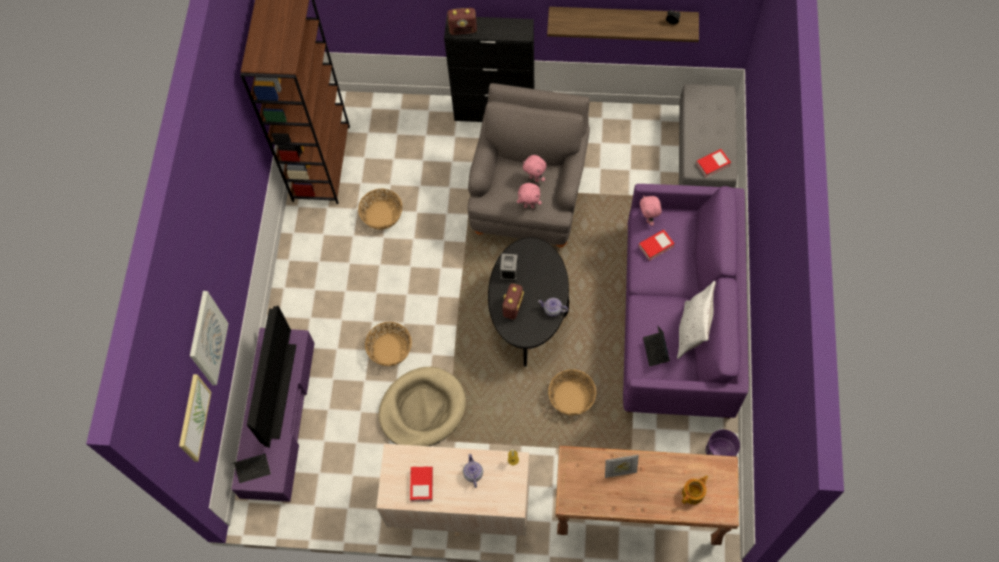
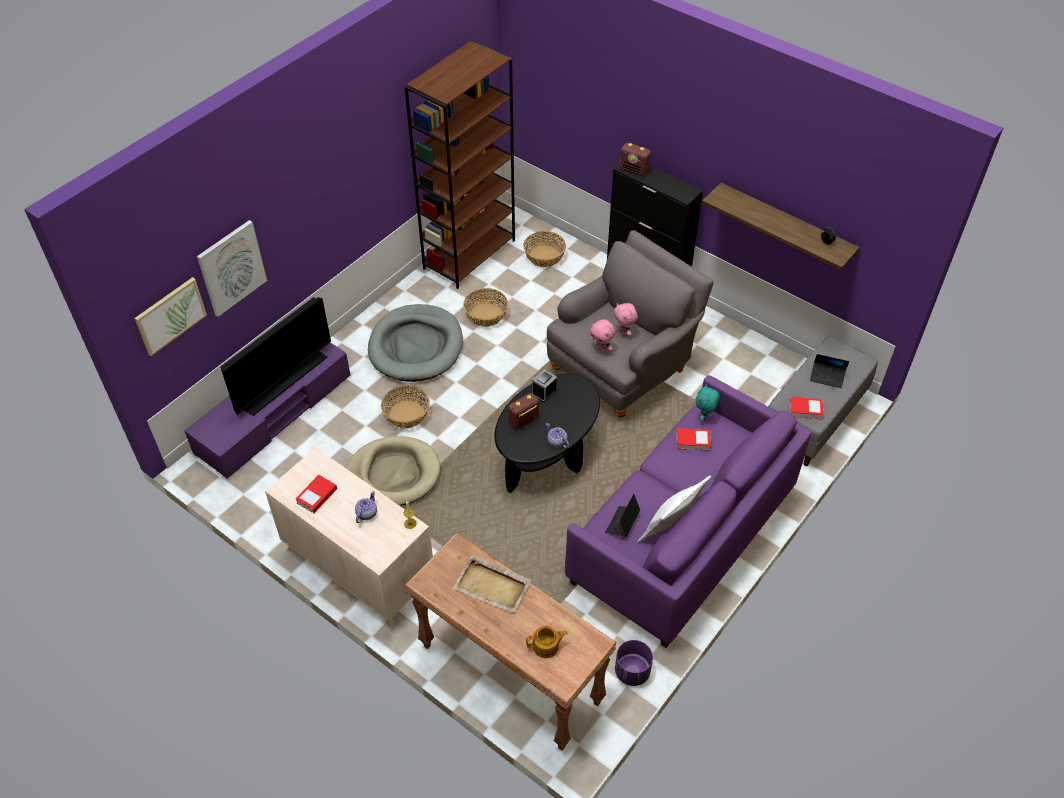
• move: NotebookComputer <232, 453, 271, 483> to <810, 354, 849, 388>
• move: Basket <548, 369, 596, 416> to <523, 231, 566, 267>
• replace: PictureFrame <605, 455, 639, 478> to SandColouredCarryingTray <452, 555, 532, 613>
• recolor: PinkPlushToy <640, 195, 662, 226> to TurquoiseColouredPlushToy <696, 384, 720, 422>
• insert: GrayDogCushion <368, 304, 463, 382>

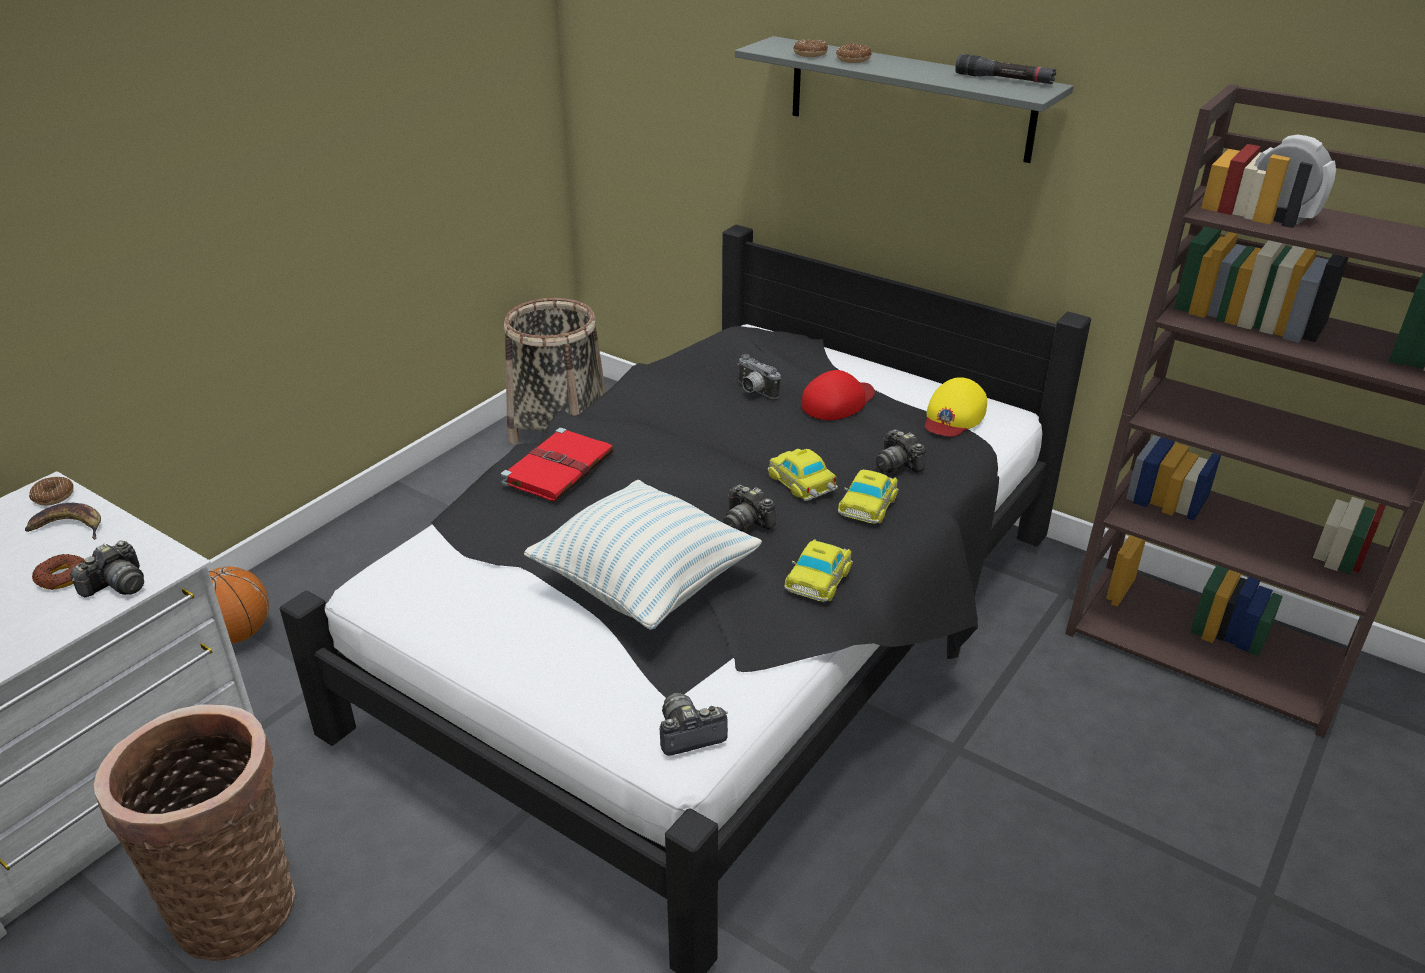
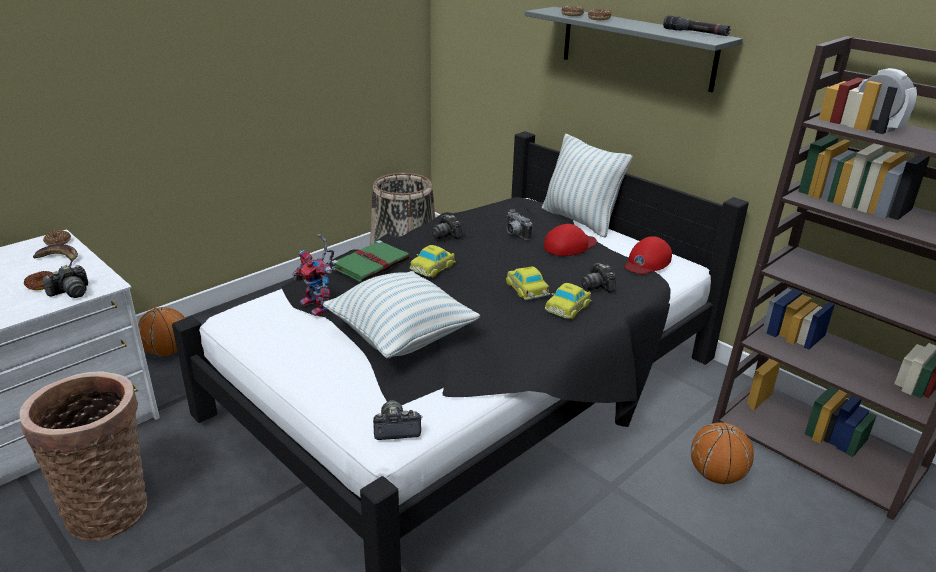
• recolor: ReddishBoundBook <501, 428, 614, 501> to GreenishBoundBook <332, 240, 410, 282>
• move: StillCamera <723, 484, 776, 532> to <432, 215, 462, 239>
• move: MiniatureCar <784, 539, 853, 602> to <410, 245, 456, 277>
• recolor: YellowColouredPeakedCap <925, 377, 987, 437> to ReddishPeakedCap <624, 236, 672, 274>
• insert: ToyRobot <292, 234, 334, 316>
• insert: Cushion <541, 134, 633, 238>
• insert: BasketballBall <691, 422, 754, 484>

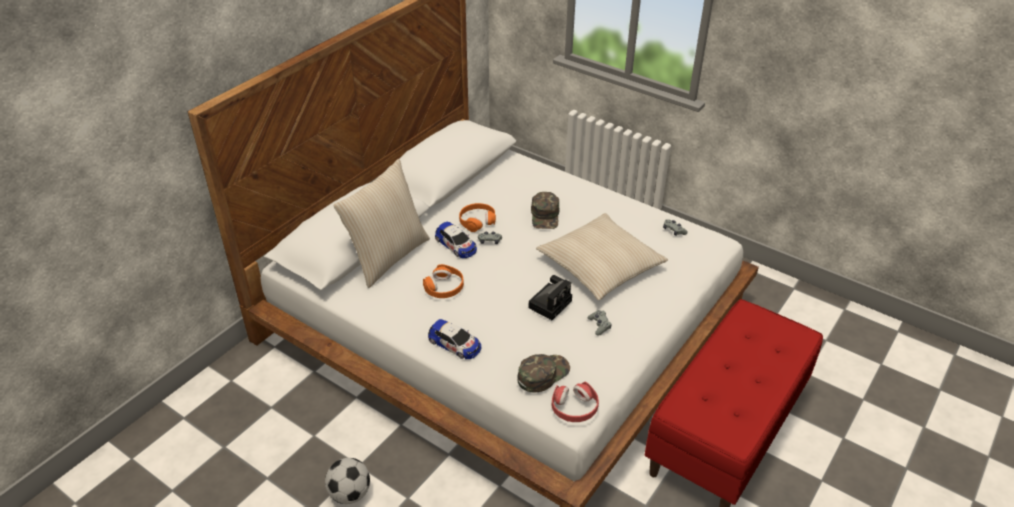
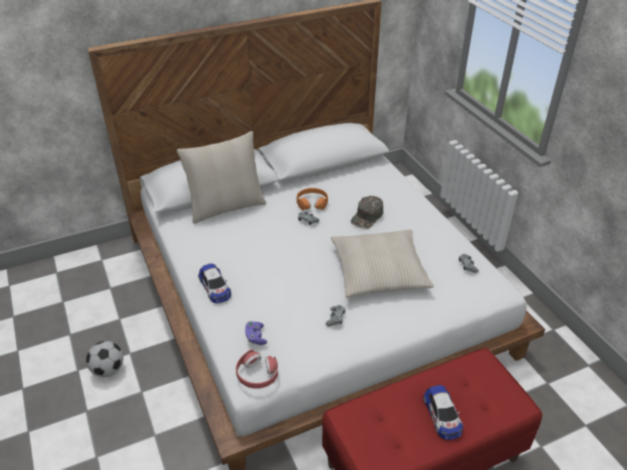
• delete: OrangeColouredPairOfHeadphones <423, 264, 464, 298>
• move: MiniatureCar <435, 222, 477, 258> to <423, 385, 463, 440>
• replace: GreenishPeakedCap <517, 354, 570, 392> to PurpleColouredGamepad <245, 321, 267, 345>
• delete: StillCamera <529, 275, 572, 320>

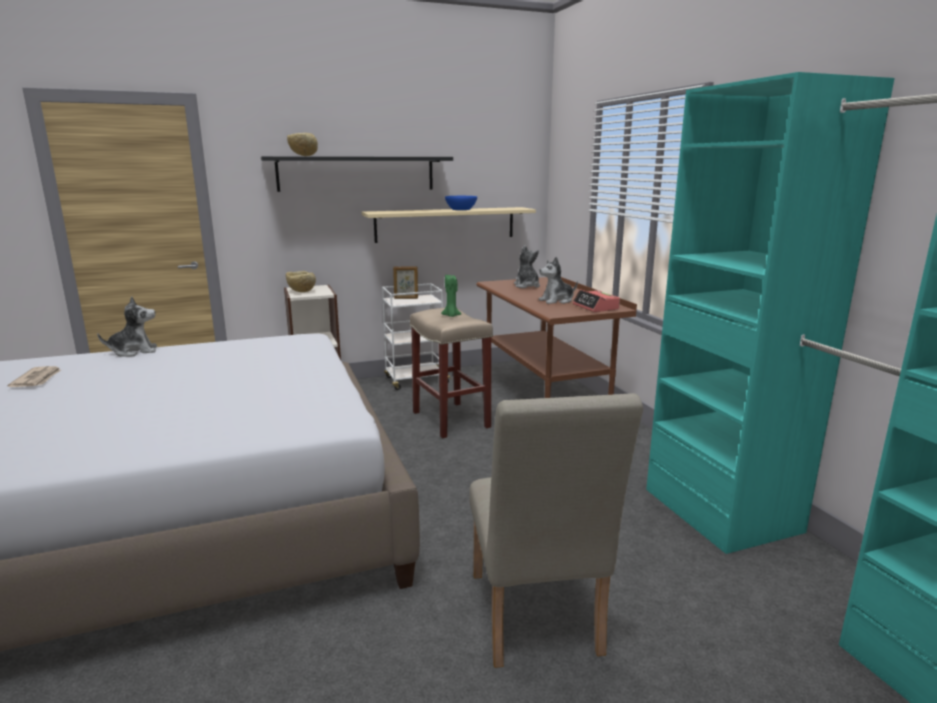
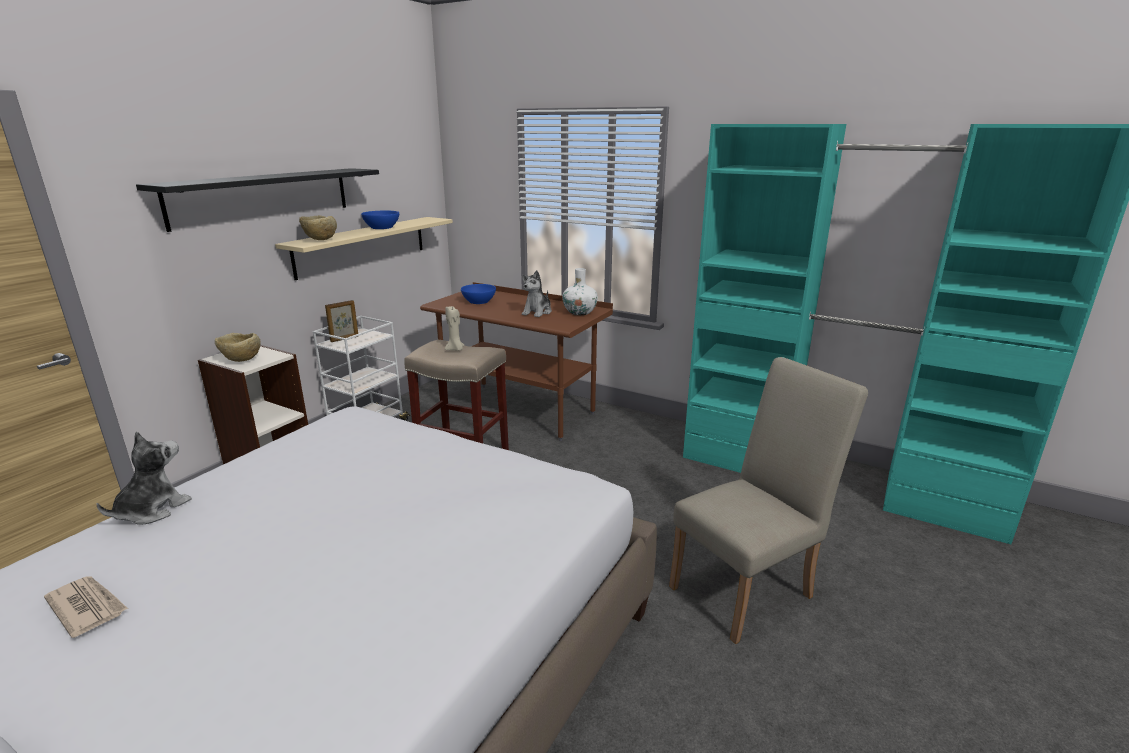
• move: SandColouredDeepDish <287, 133, 318, 156> to <299, 215, 337, 240>
• recolor: GreenishCandle <441, 275, 462, 317> to SandColouredCandle <445, 306, 464, 351>
• rotate: SandColouredPlainChair <469, 393, 643, 668> = <669, 357, 868, 644> 75 degrees counterclockwise
• replace: PlushToy <514, 245, 540, 288> to BlueDeepDish <461, 284, 496, 304>
• replace: BedsideClock <572, 289, 620, 312> to WhitishVase <562, 268, 598, 315>

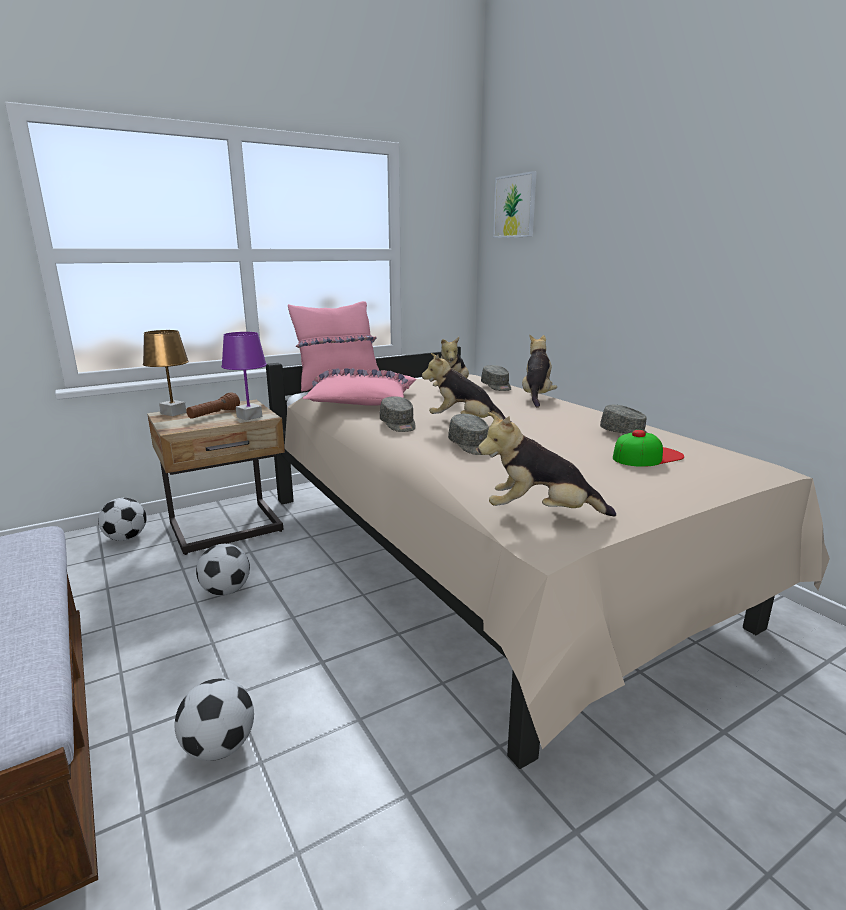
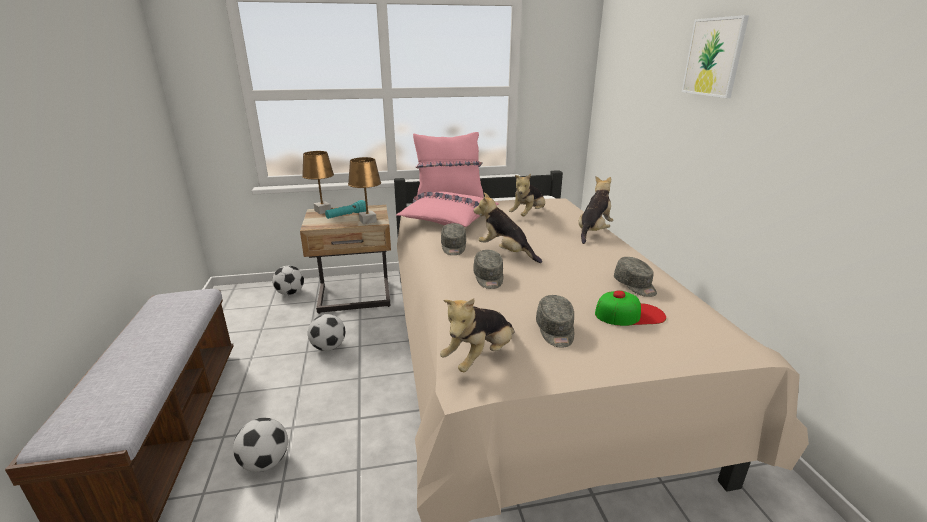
• recolor: BrownishTorch <186, 392, 240, 419> to TurquoiseColouredTorch <325, 200, 366, 219>
• recolor: PurpleColouredLampForATable <221, 332, 267, 421> to BrownishLampForATable <348, 157, 381, 224>
• rotate: PlushToy <478, 412, 616, 517> = <440, 298, 515, 372> 75 degrees counterclockwise
• move: GrayPeakedCap <481, 365, 511, 391> to <536, 295, 574, 347>
• move: Picture <493, 171, 537, 238> to <682, 15, 749, 98>

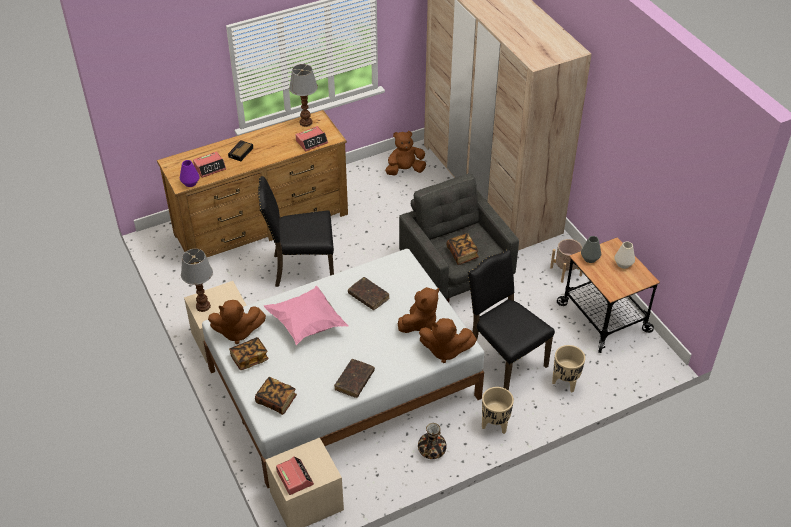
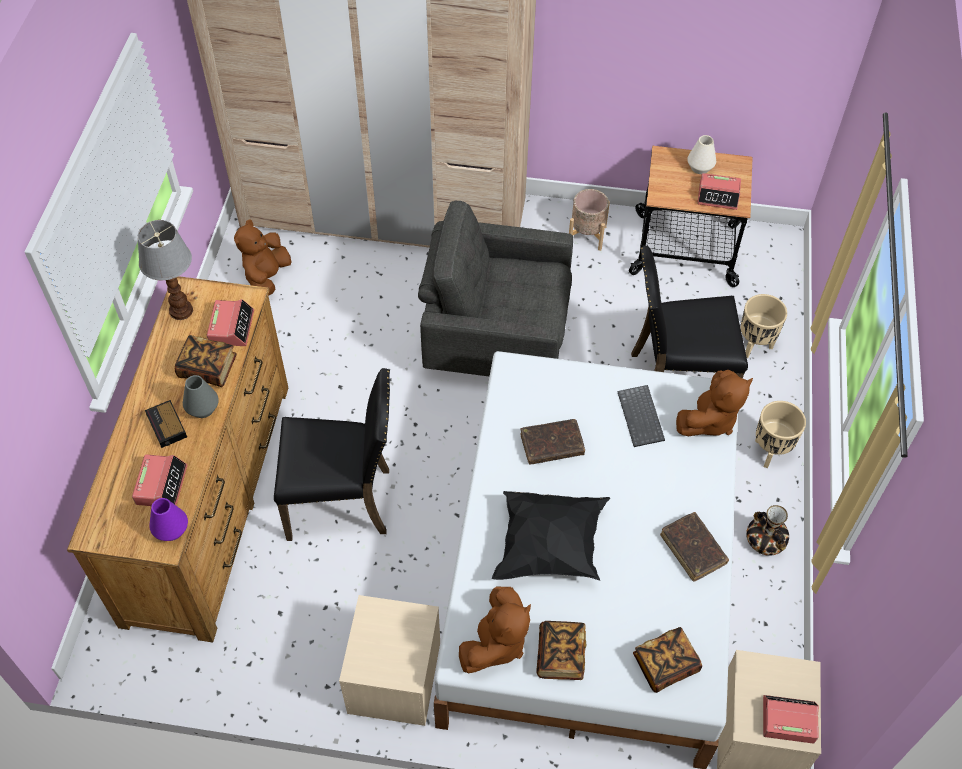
• delete: LampForATable <181, 249, 213, 312>
• rotate: BlackPlainChair <258, 176, 334, 287> = <274, 368, 390, 541> 120 degrees counterclockwise
• recolor: PinkCushion <264, 286, 349, 345> to BlackCushion <492, 491, 610, 581>
• replace: BrownishPlushToy <398, 287, 439, 333> to Keyboard <618, 385, 665, 447>
• move: BoundBook <447, 233, 479, 265> to <175, 335, 237, 387>
• move: GrayVase <581, 236, 601, 263> to <183, 375, 219, 418>
• insert: BedsideClock <697, 173, 741, 210>

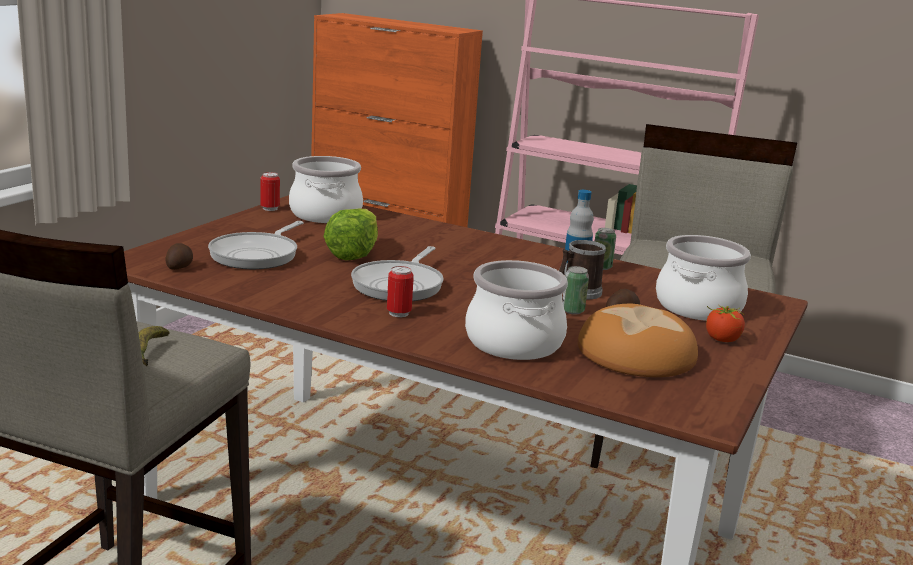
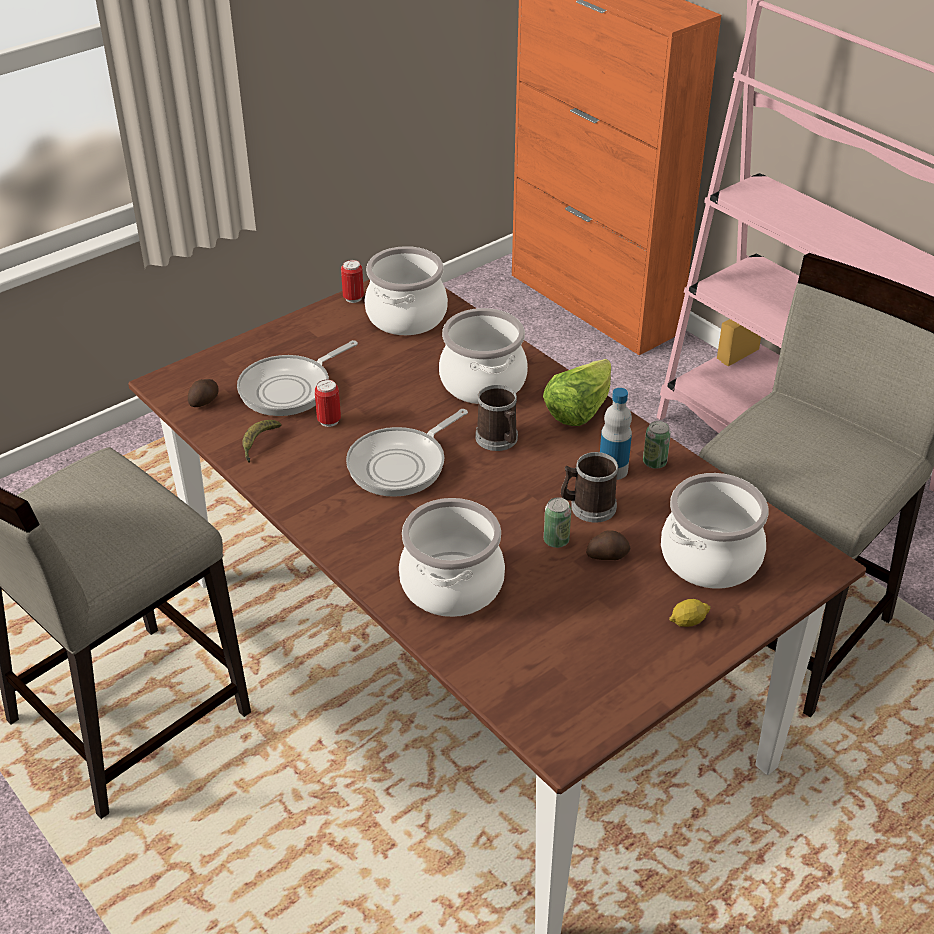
• move: WholeBanana <138, 326, 170, 366> to <242, 420, 281, 463>
• move: HeadOfLettuce <323, 208, 378, 260> to <543, 359, 611, 426>
• move: Can <387, 266, 414, 317> to <315, 380, 341, 427>
• delete: Bread <578, 304, 698, 377>
• replace: Tomato <706, 306, 745, 342> to WholeLemon <669, 599, 711, 627>
• insert: Saucepot <439, 308, 528, 404>
• insert: CoffeeMug <475, 385, 518, 451>

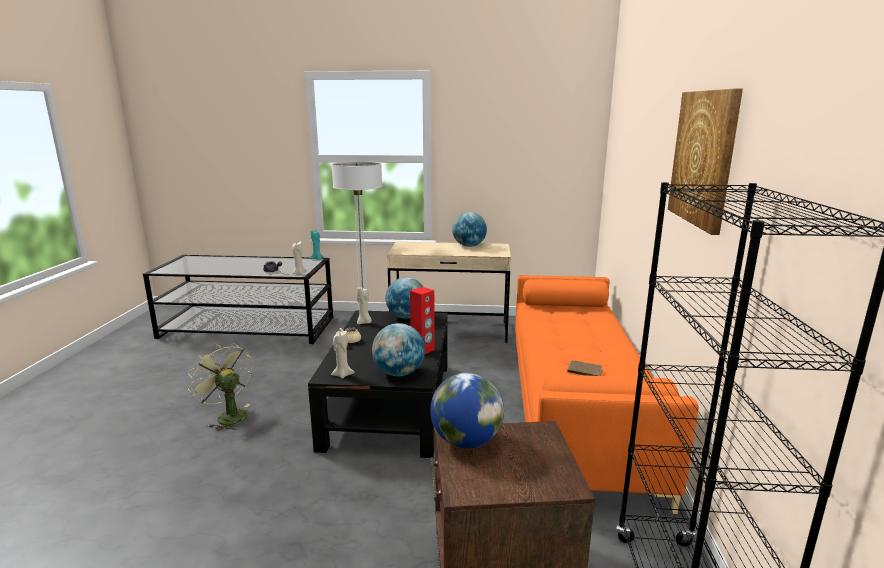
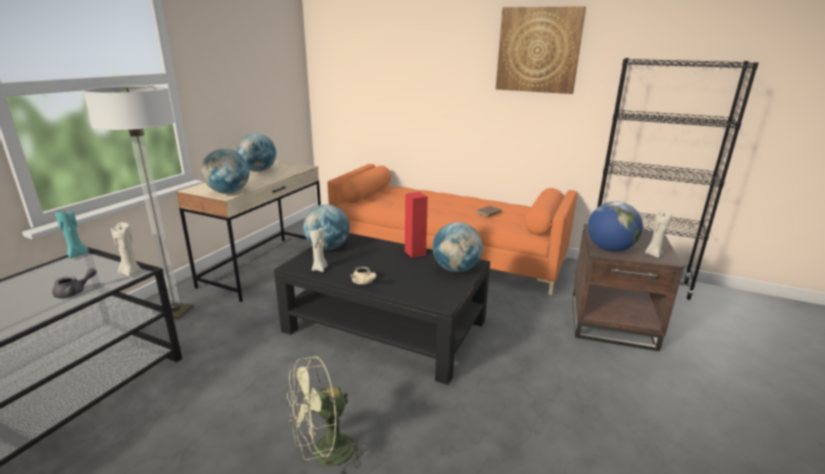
• move: SandColouredCandle <331, 331, 355, 379> to <645, 210, 672, 258>
• insert: DeskGlobe <201, 149, 249, 194>

